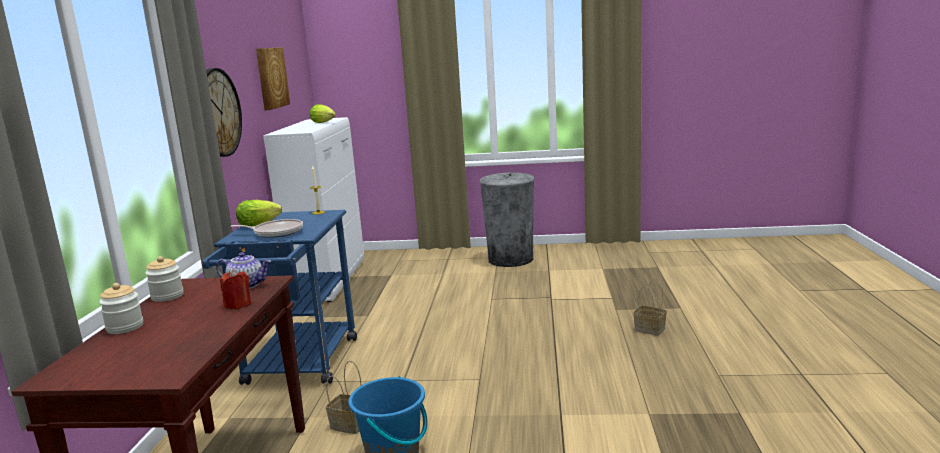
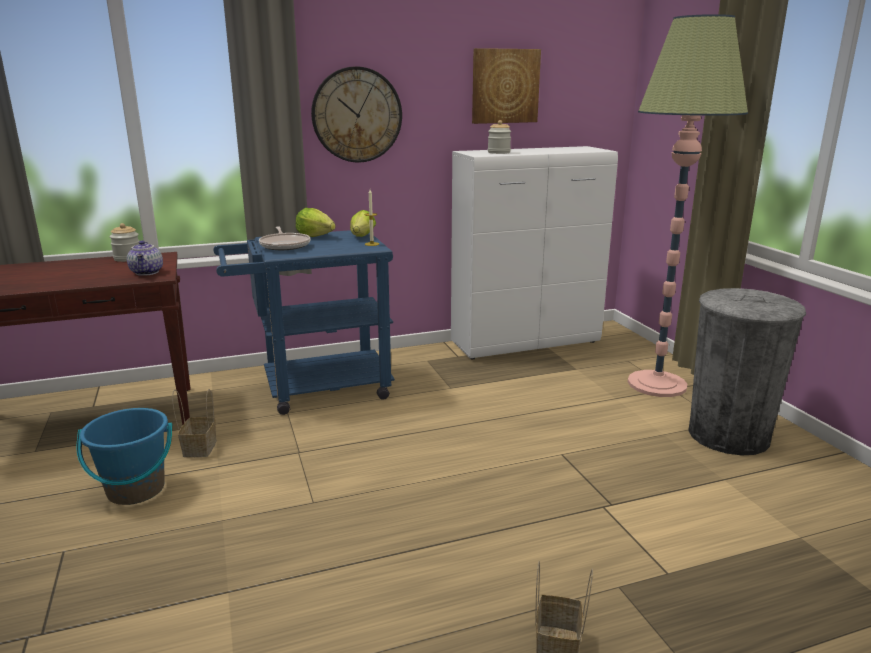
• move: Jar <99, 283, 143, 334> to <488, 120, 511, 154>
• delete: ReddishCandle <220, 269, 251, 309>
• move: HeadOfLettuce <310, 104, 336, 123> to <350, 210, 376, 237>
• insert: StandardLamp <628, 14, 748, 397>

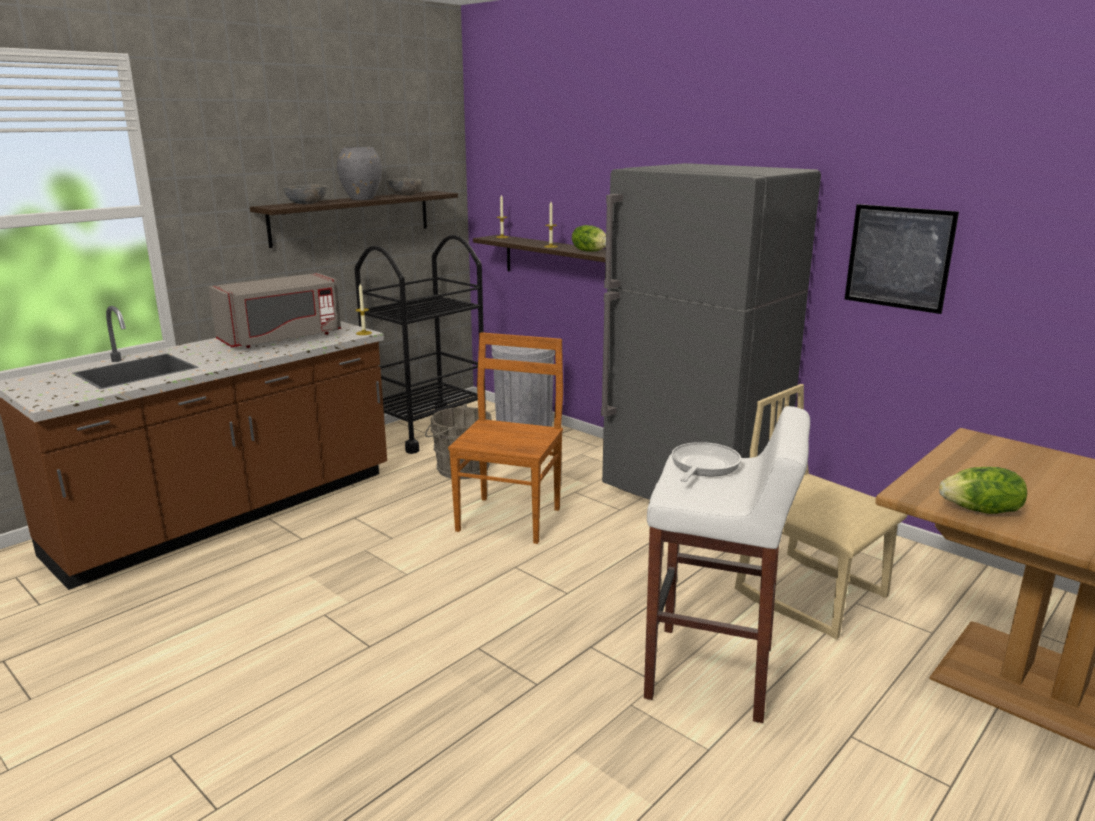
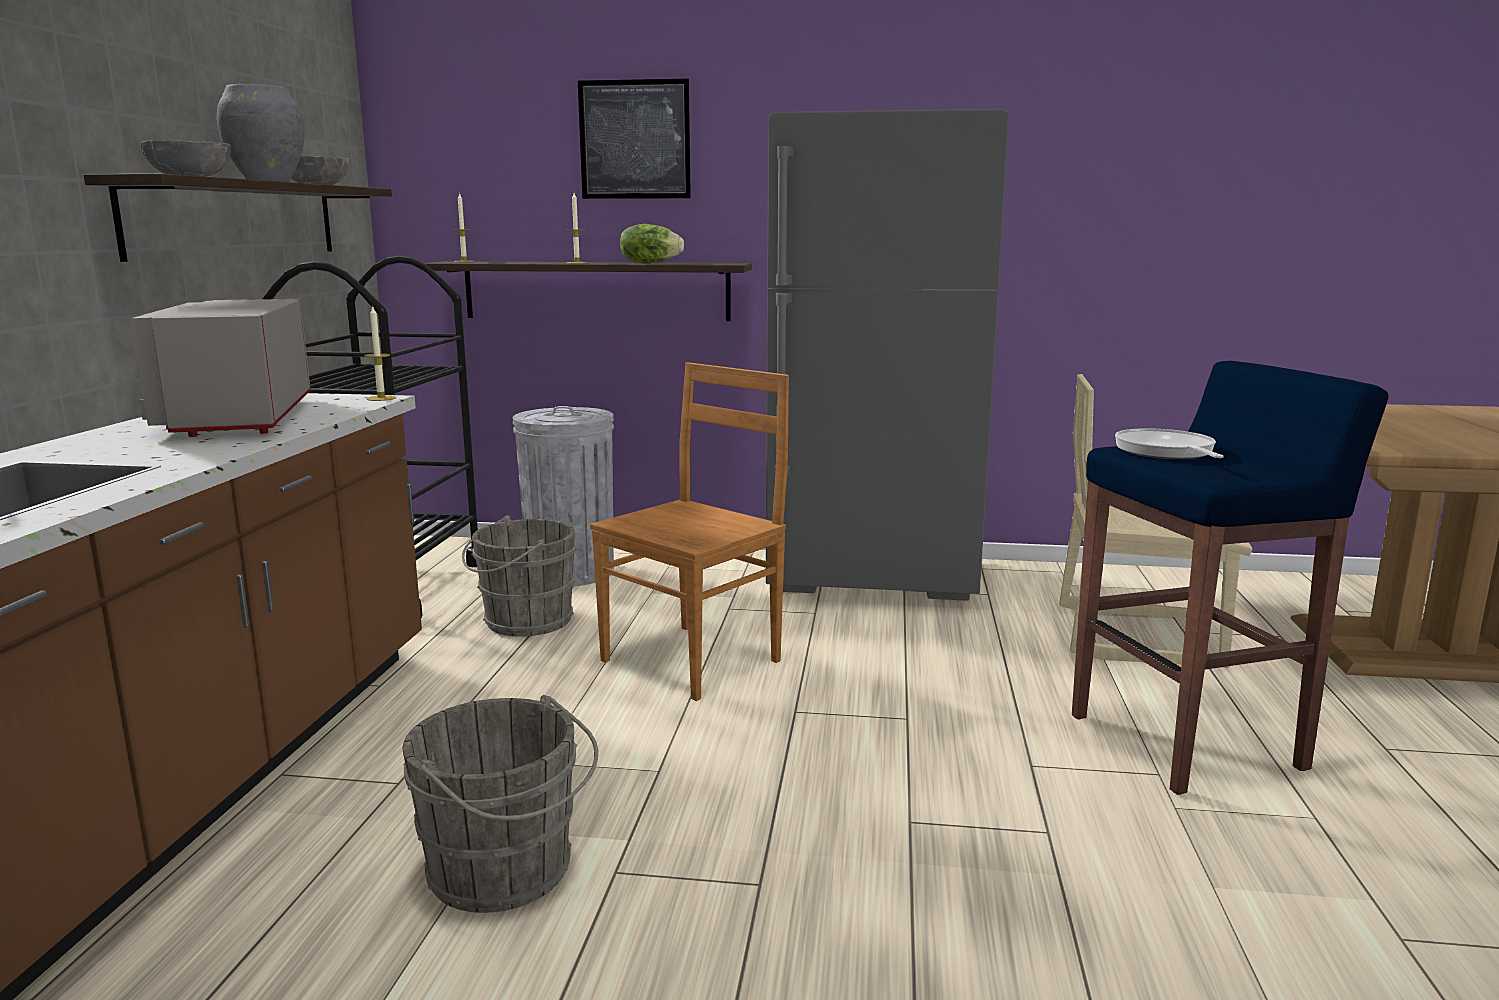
• rotate: GrayMicrowaveOven <209, 273, 341, 348> = <131, 299, 311, 437> 150 degrees clockwise
• rotate: BrownishPlainChair <448, 332, 563, 544> = <590, 362, 789, 701> 60 degrees clockwise
• recolor: WhitishStoolSeat <644, 406, 810, 723> to BlueStoolSeat <1072, 361, 1389, 795>
• move: Picture <845, 204, 959, 314> to <578, 79, 691, 199>
• delete: HeadOfLettuce <939, 467, 1027, 514>
• insert: GrayWaterBucket <402, 695, 598, 913>

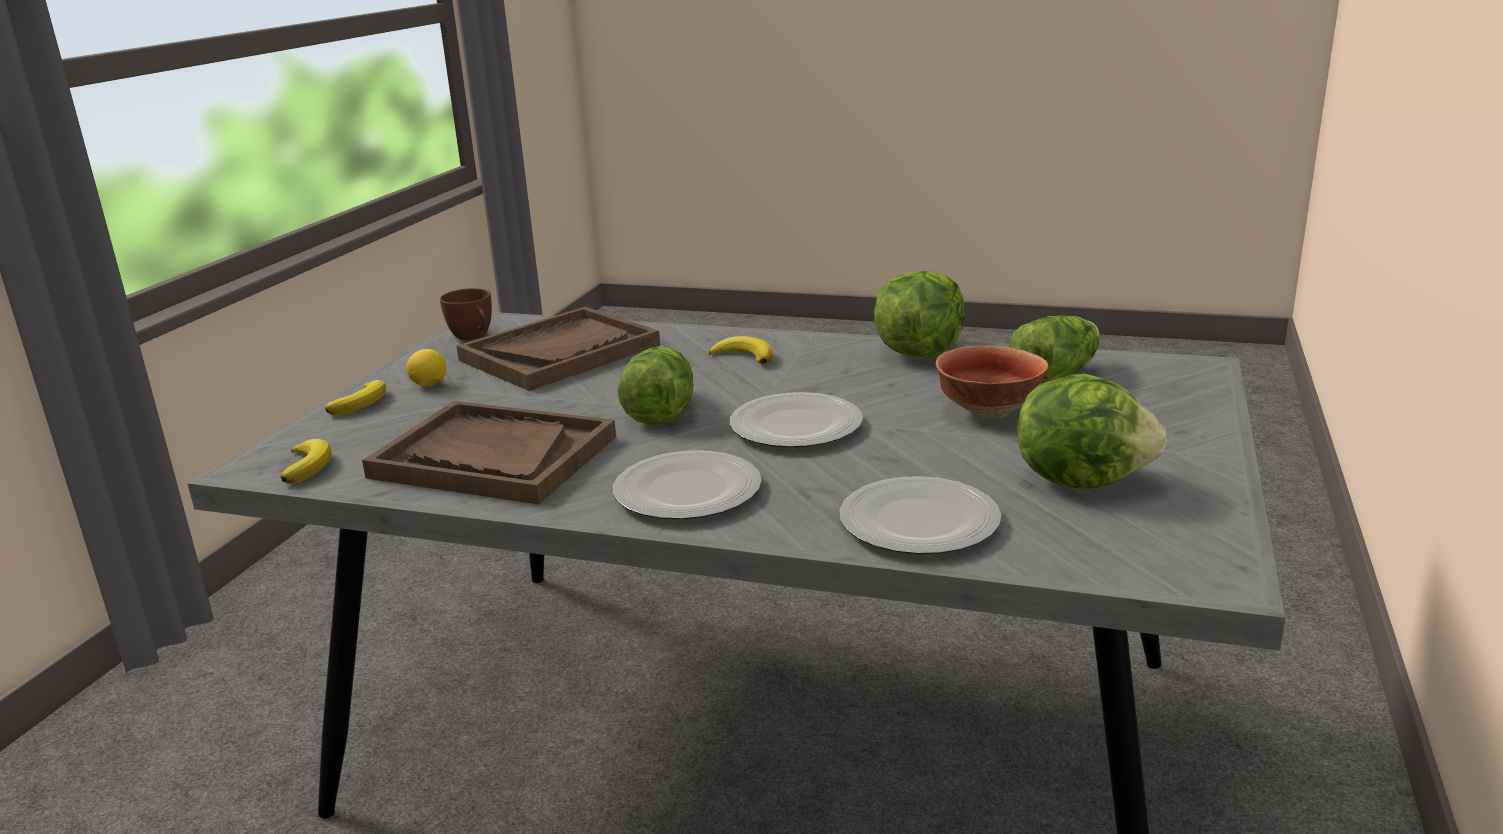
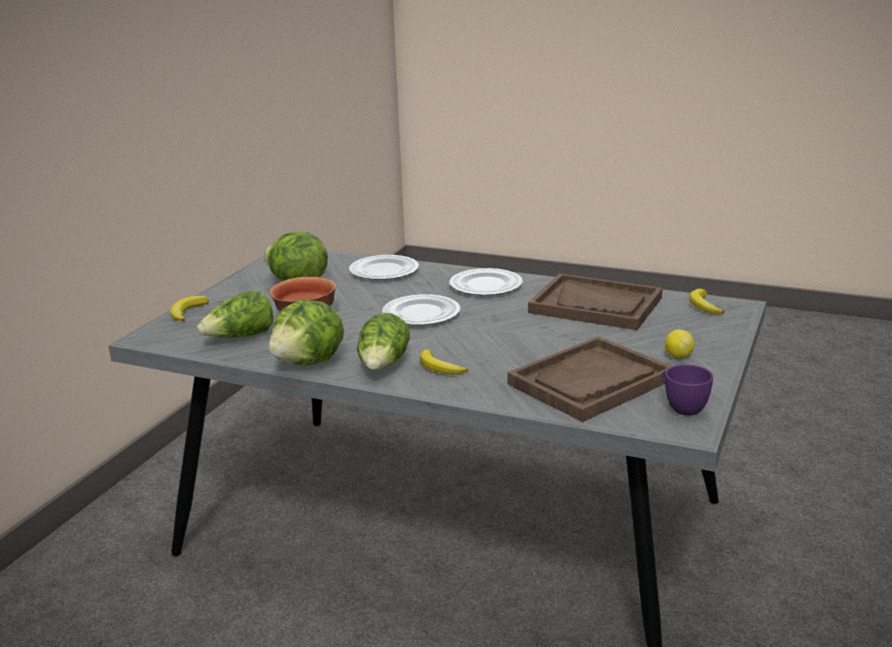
• move: WholeBanana <325, 380, 386, 415> to <170, 296, 209, 322>
• recolor: BrownishDrinkingCup <440, 288, 492, 340> to PurpleColouredDrinkingCup <662, 364, 713, 416>
• move: HeadOfLettuce <617, 346, 694, 425> to <357, 313, 410, 370>

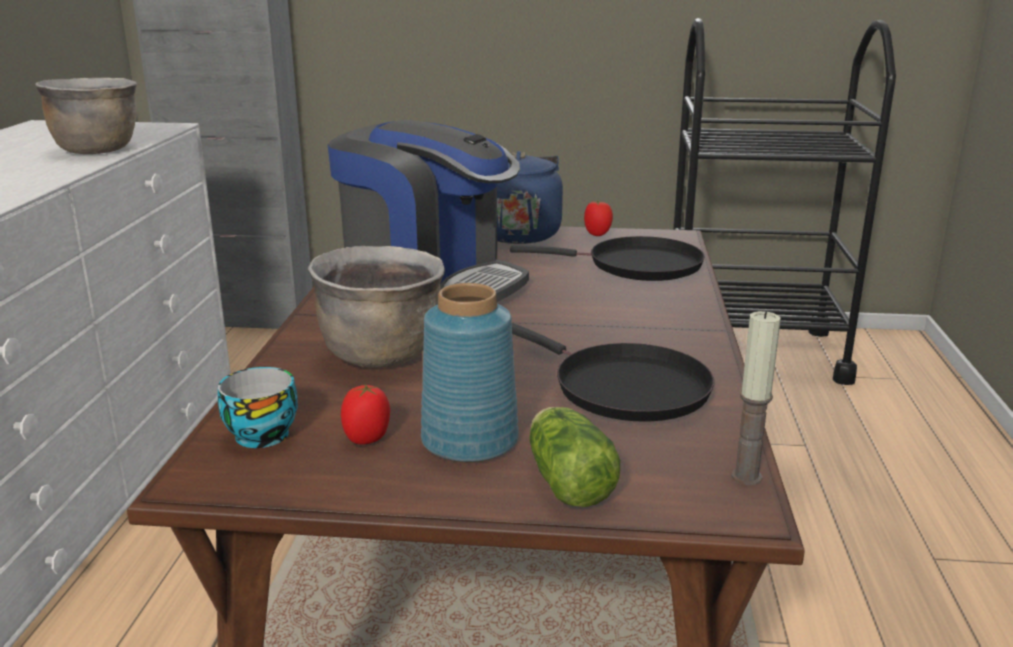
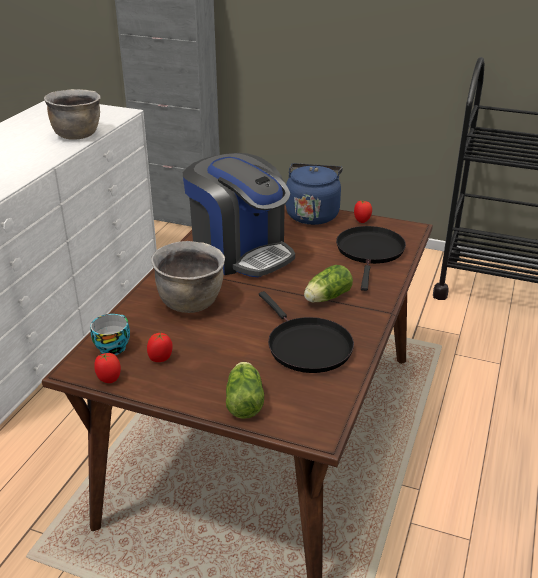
• delete: BlueVase <421, 283, 519, 463>
• rotate: BlackPan <510, 236, 705, 281> = <336, 226, 406, 291> 105 degrees counterclockwise
• delete: Candle <731, 311, 781, 485>
• insert: Tomato <94, 353, 121, 383>
• insert: HeadOfLettuce <304, 265, 353, 303>

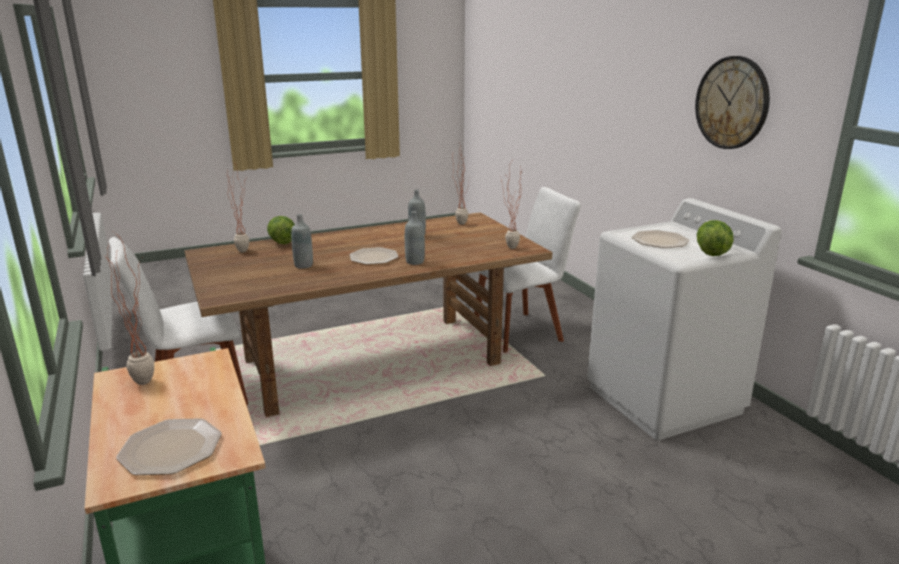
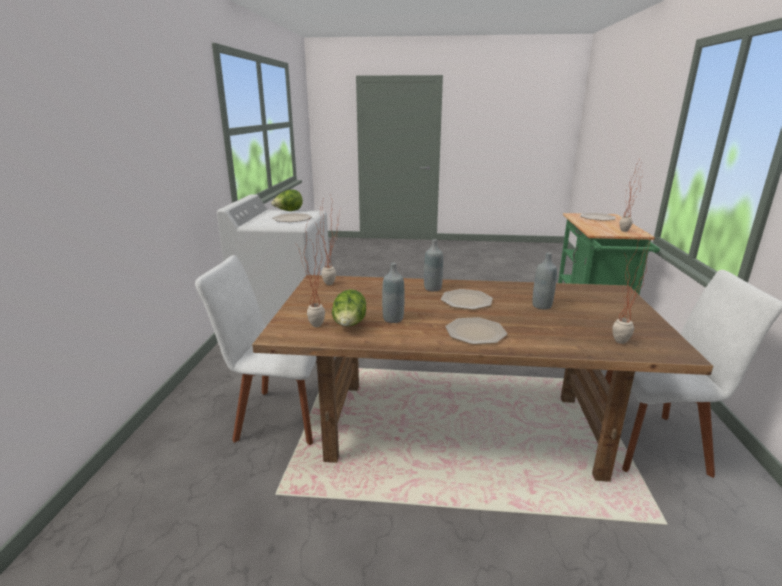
• move: HeadOfLettuce <267, 216, 295, 244> to <332, 289, 366, 326>
• delete: HangingClock <695, 56, 770, 149>
• insert: DinnerPlate <445, 317, 507, 345>

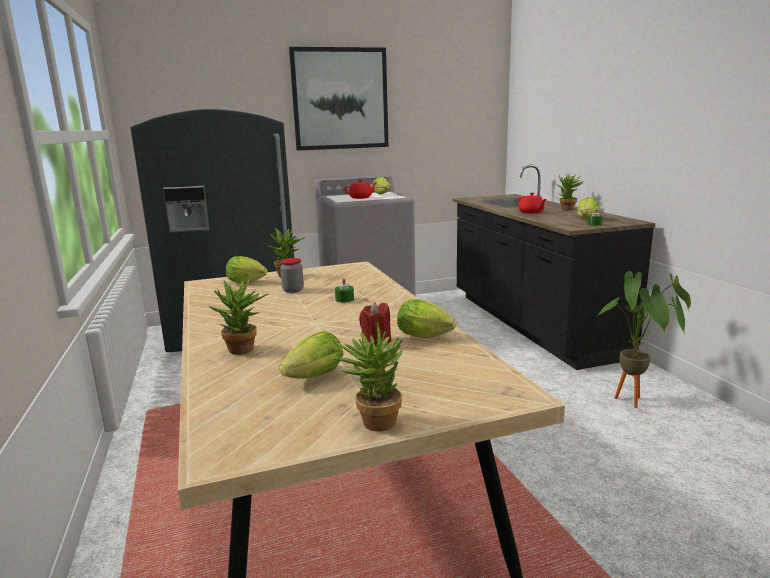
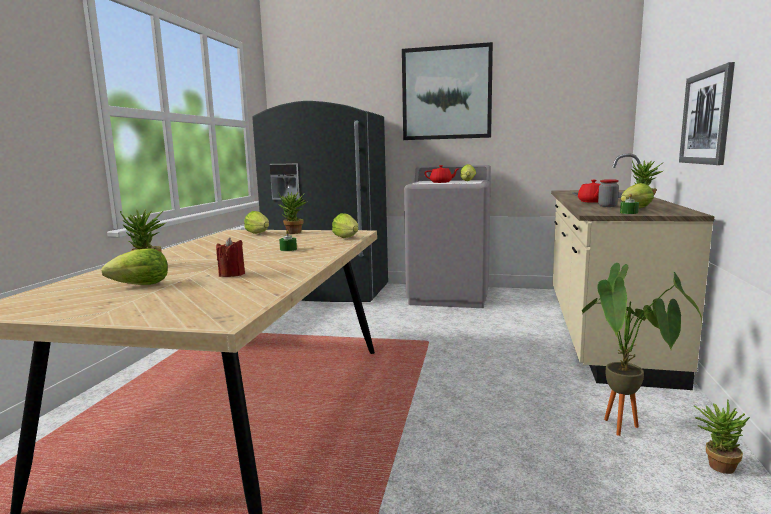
• move: Jar <280, 258, 304, 293> to <598, 179, 619, 207>
• move: PottedPlant <333, 322, 403, 432> to <694, 399, 750, 474>
• move: HeadOfLettuce <397, 299, 456, 338> to <332, 213, 358, 238>
• recolor: BlackKitchenBaseUnit <453, 164, 655, 370> to SandColouredKitchenBaseUnit <551, 154, 715, 390>
• insert: Picture <679, 62, 735, 165>

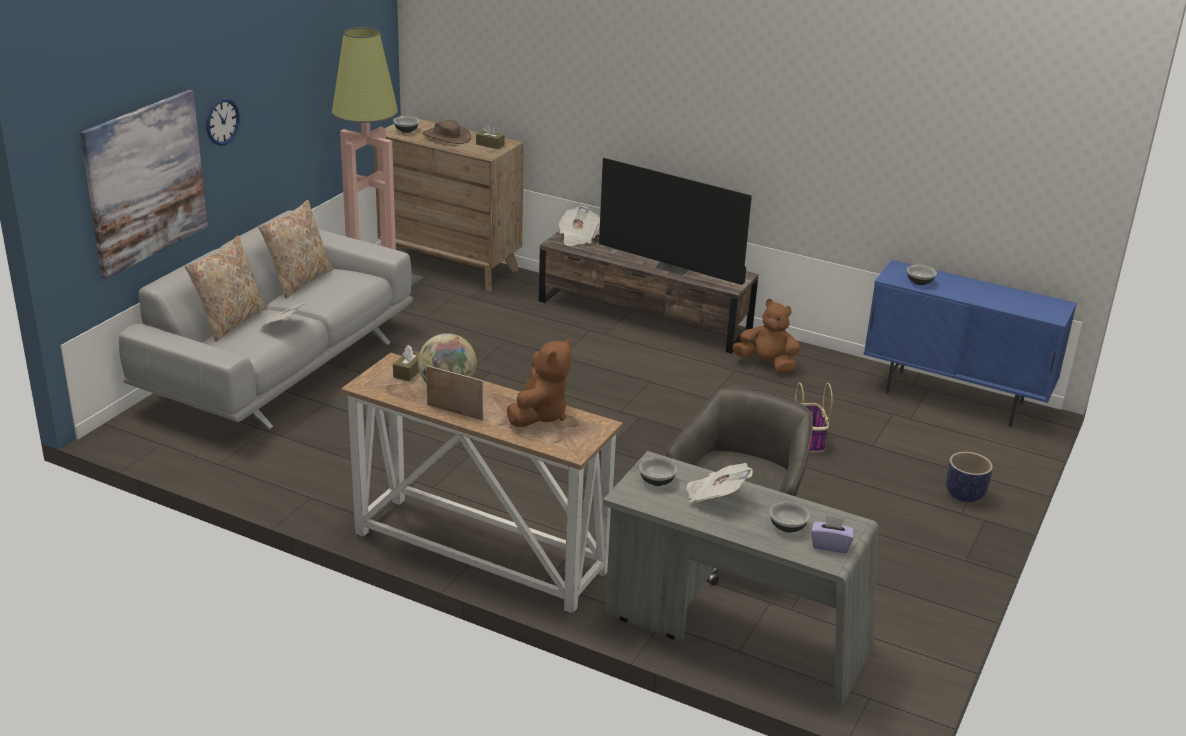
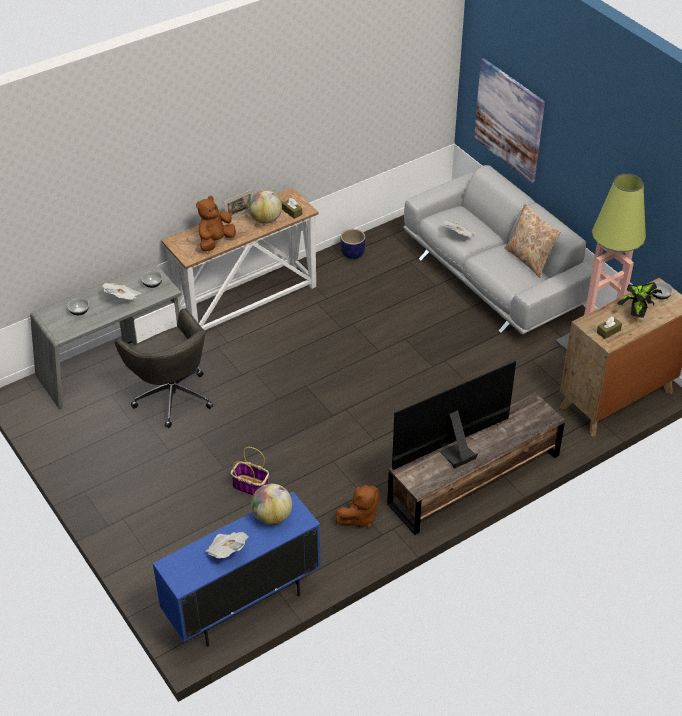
• delete: SandColouredCushion <185, 235, 267, 342>
• delete: HangingClock <206, 98, 240, 146>
• replace: BrownishWearableHat <422, 120, 471, 144> to PottedPlant <618, 282, 663, 318>
• rotate: BrownishPlushToy <507, 338, 572, 427> = <196, 196, 236, 252> 75 degrees clockwise
• move: DailyPaper <558, 206, 600, 246> to <205, 532, 248, 558>
• delete: PurpleColouredTissueBox <811, 515, 854, 553>
• replace: DeepDish <907, 265, 937, 285> to DeskGlobe <251, 484, 292, 525>
• move: Planter <946, 452, 993, 502> to <340, 229, 366, 259>

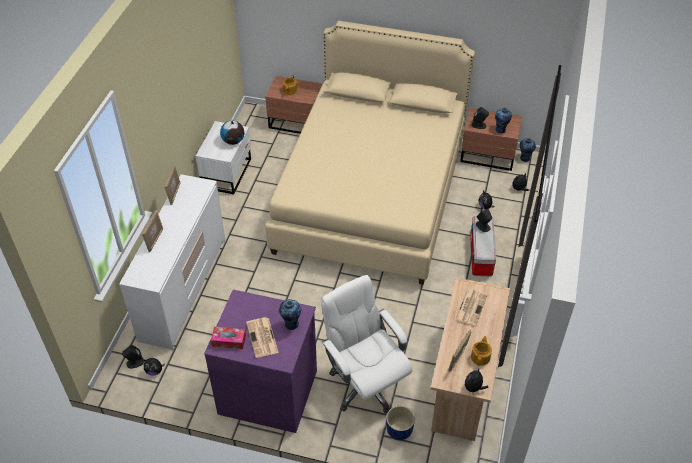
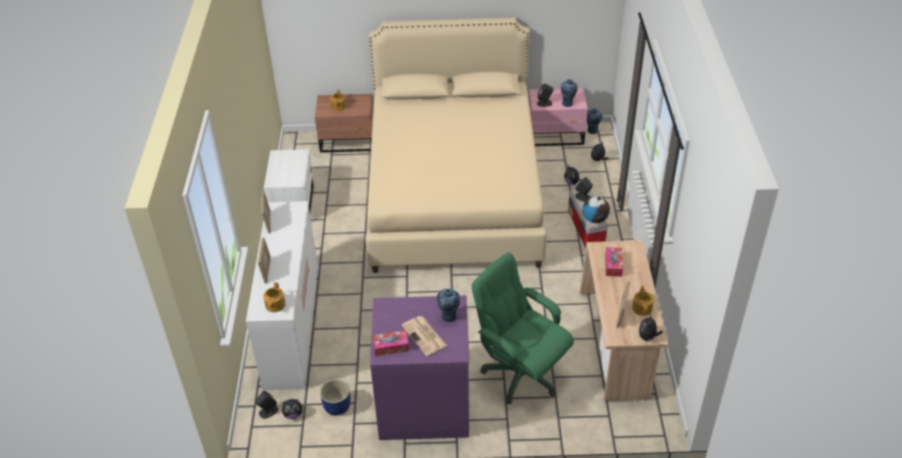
• move: DeskGlobe <220, 120, 244, 145> to <582, 196, 610, 223>
• recolor: WhitishOfficeChair <321, 275, 412, 414> to GreenishOfficeChair <472, 252, 574, 405>
• move: BluePlanter <386, 406, 415, 440> to <320, 379, 351, 416>
• replace: DailyPaper <455, 289, 487, 326> to TissueBox <605, 247, 623, 277>
• recolor: BrownishBedsideTable <460, 108, 522, 171> to PinkBedsideTable <529, 88, 588, 146>
• insert: PotForTea <263, 282, 286, 312>

